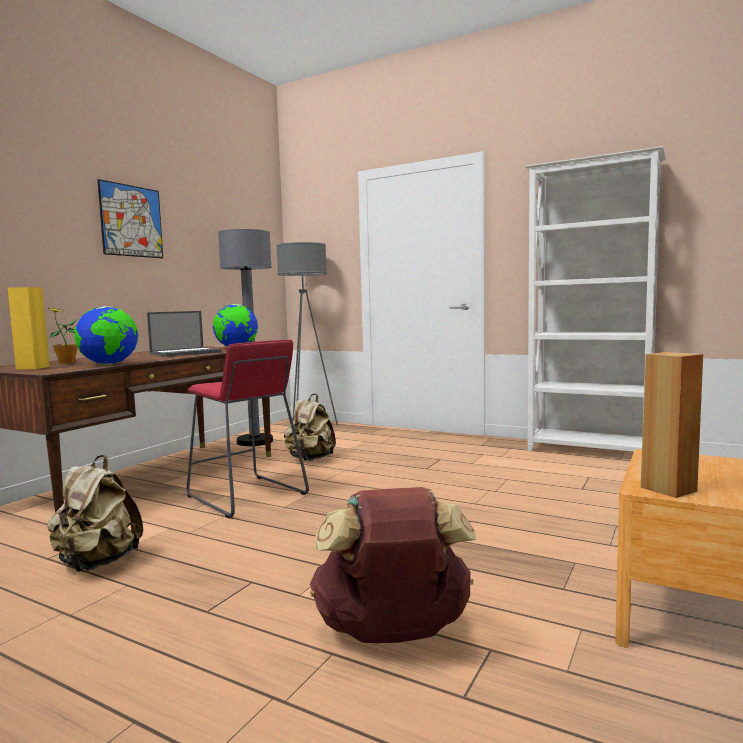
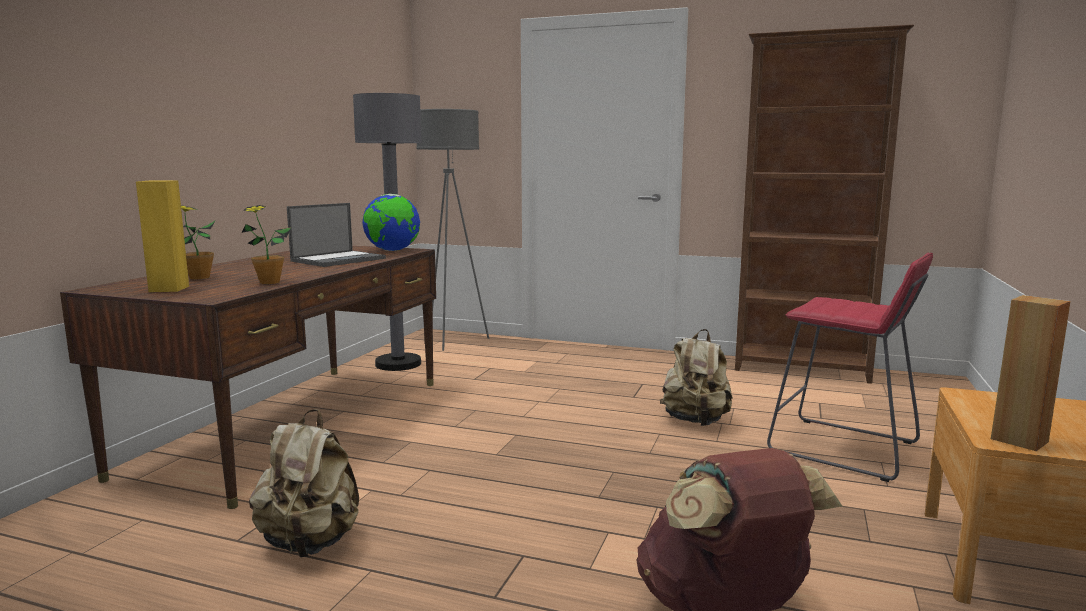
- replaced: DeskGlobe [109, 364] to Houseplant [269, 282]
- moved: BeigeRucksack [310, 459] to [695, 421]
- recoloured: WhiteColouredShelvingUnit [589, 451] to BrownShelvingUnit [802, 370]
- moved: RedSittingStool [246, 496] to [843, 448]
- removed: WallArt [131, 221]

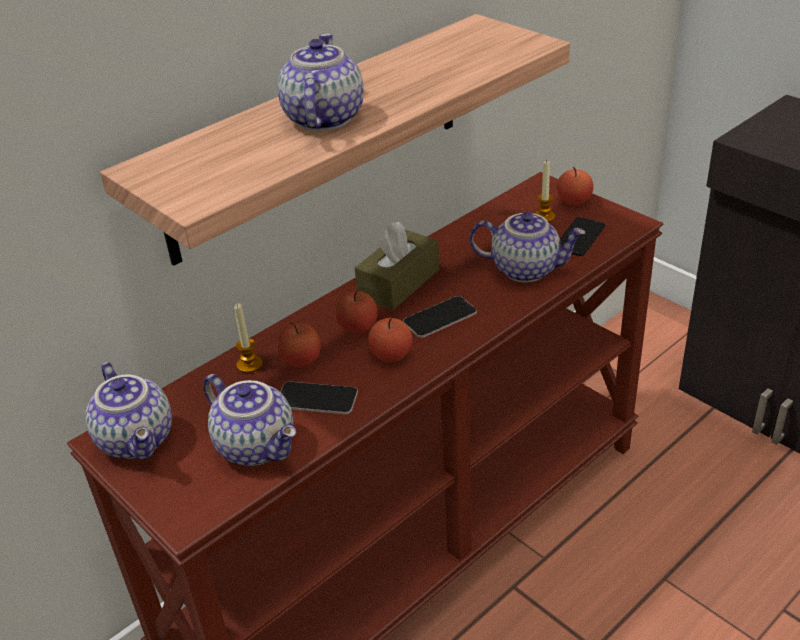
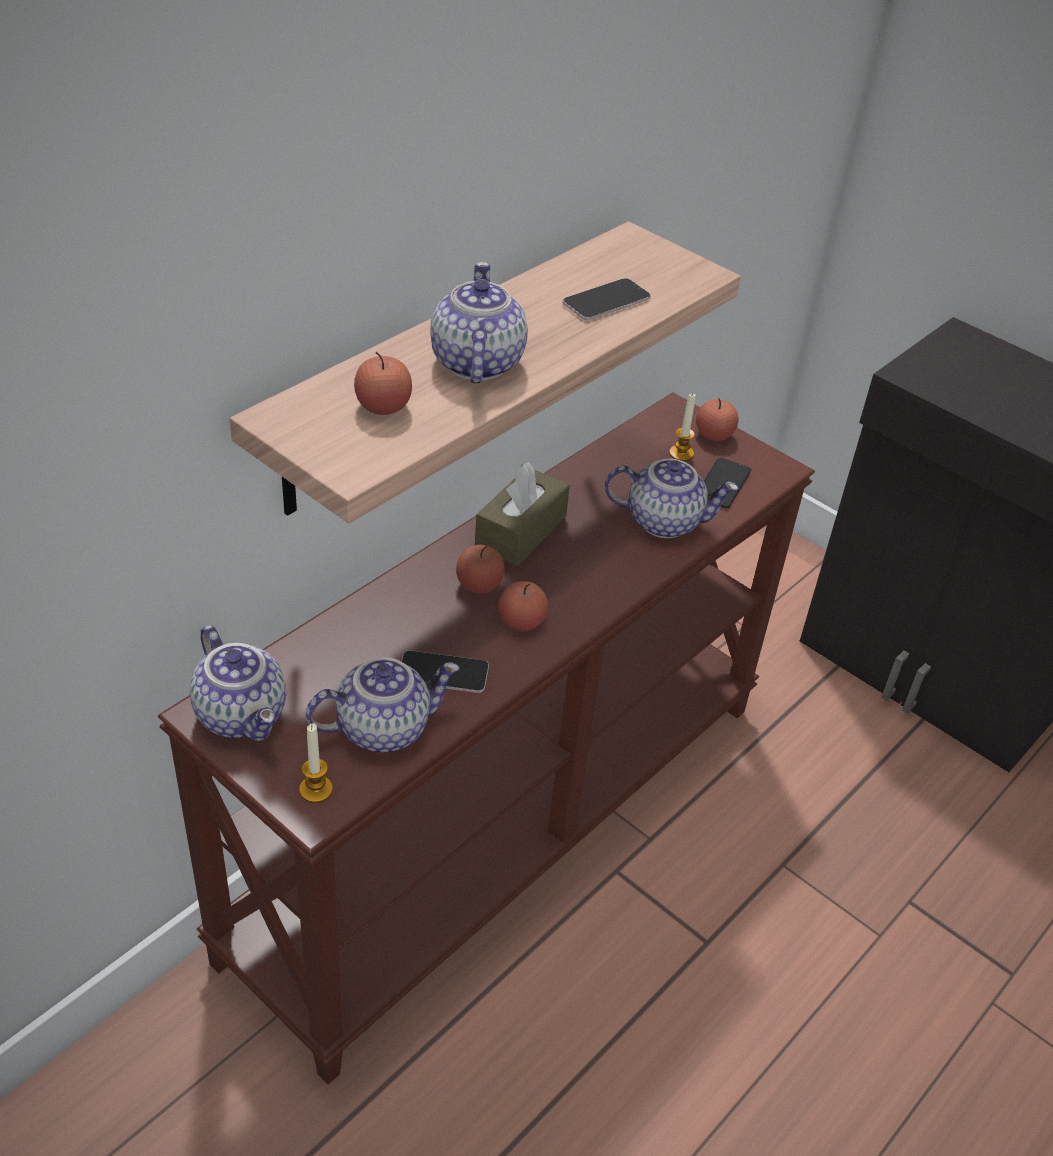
- moved: Candle [249, 364] to [316, 790]
- turned: PotForTea [258, 446] = [383, 727] 60 degrees counterclockwise
- moved: WholeApple [301, 360] to [383, 407]
- moved: Phone [440, 318] to [606, 301]

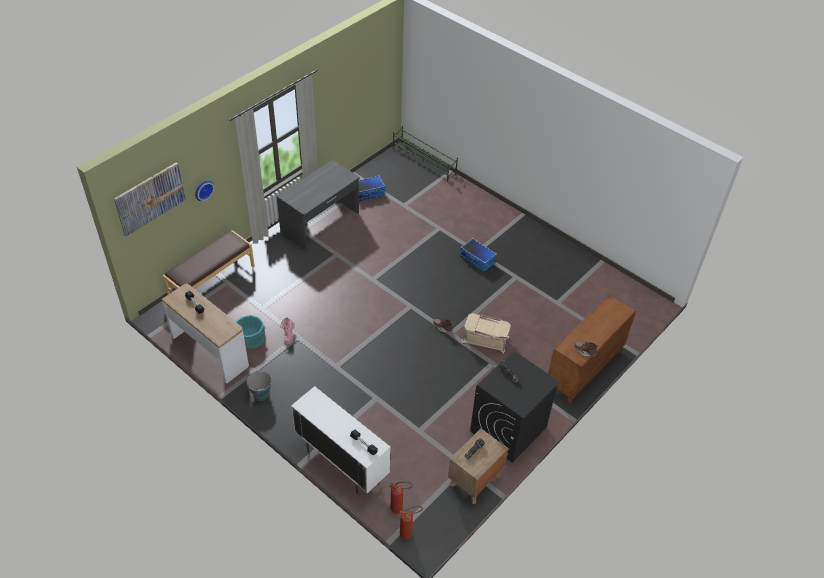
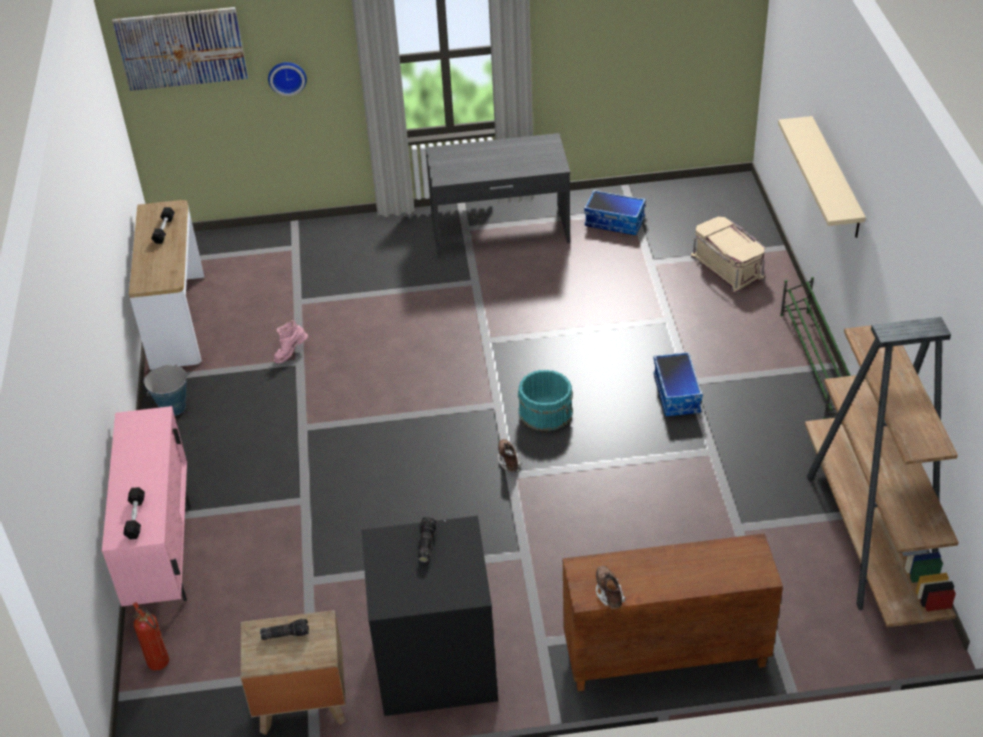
- recoloured: WhiteColouredCabinet [341, 462] to PinkishCabinet [163, 555]
- moved: BlueGreenPail [250, 337] to [546, 411]
- moved: BeigeStorageBin [485, 339] to [728, 266]
- added: BeigeShelf [835, 178]
- moved: GreenColouredShoeShelf [424, 162] to [815, 364]
- added: BrownShelvingUnit [870, 538]
- removed: BrownIndoorBench [211, 281]
- removed: FireFightingCylinder [409, 533]

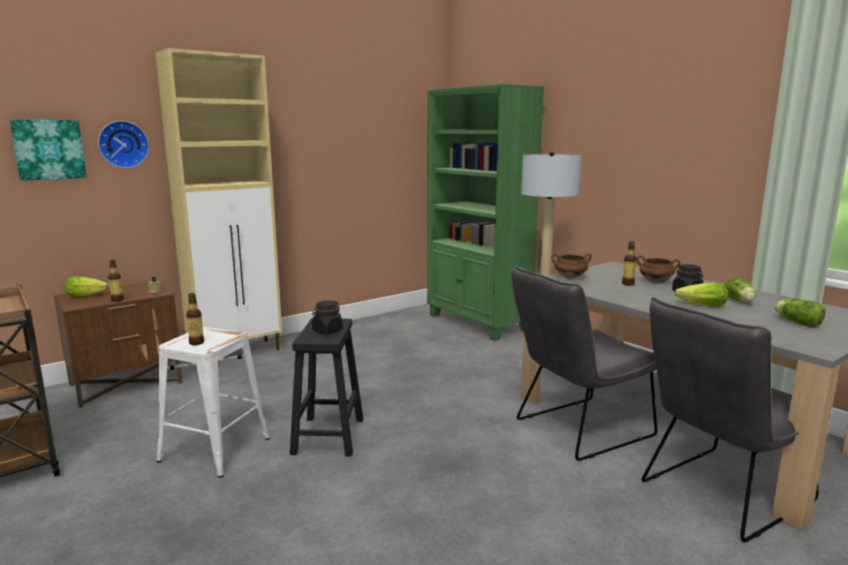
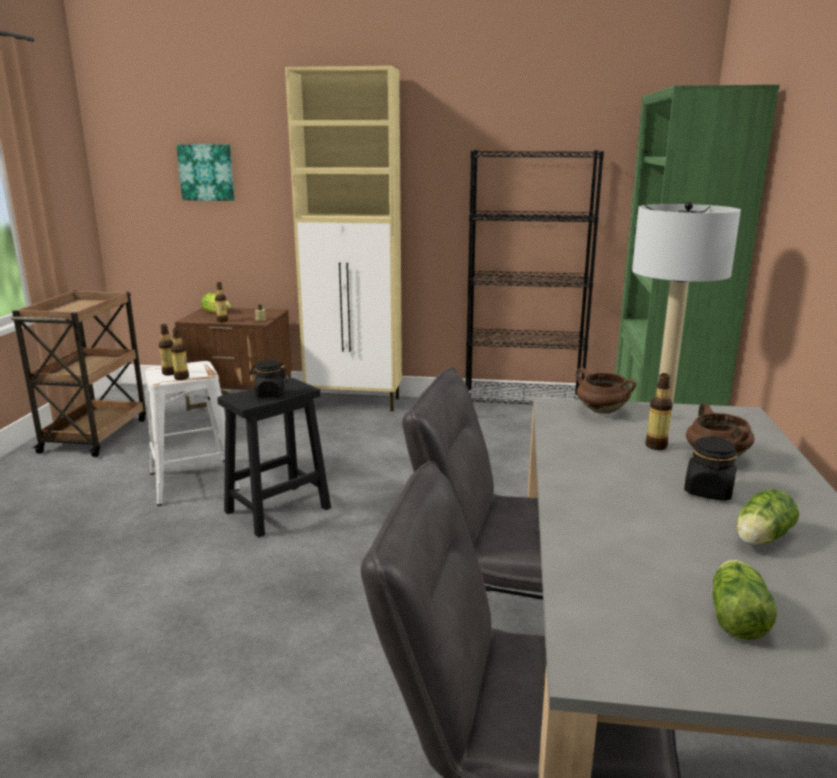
- added: DrinkBottle [181, 378]
- added: BlackColouredShelvingUnit [522, 412]
- removed: HangingClock [123, 144]
- removed: LettuceHead [699, 305]

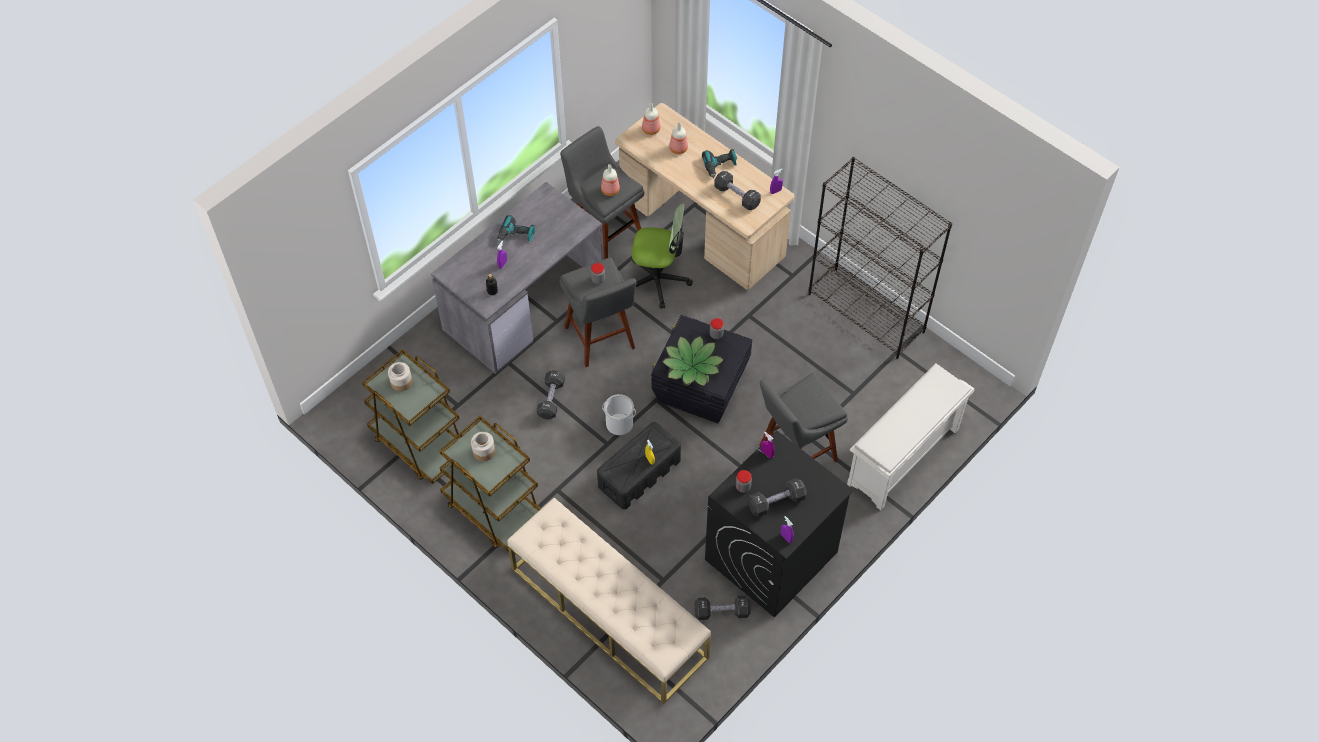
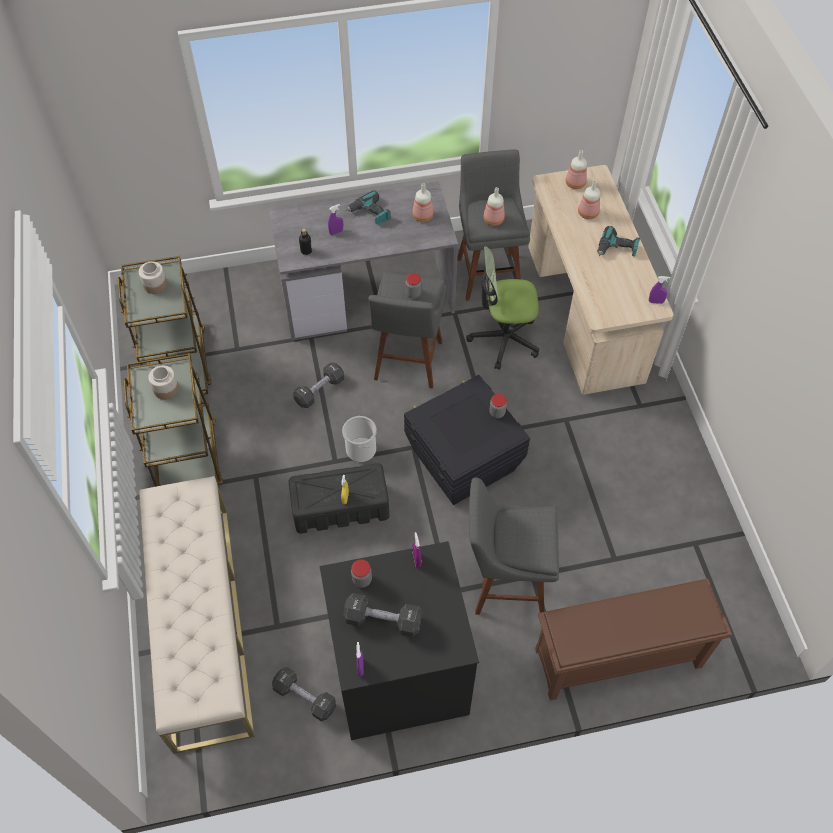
- added: DrinkBottle [422, 216]
- turned: DeskChair [658, 280] = [504, 339] 135 degrees clockwise
- recoloured: WhiteColouredShoeShelf [903, 458] to BrownShoeShelf [616, 659]
- removed: Houseplant [692, 366]
- removed: BlackColouredDumbbell [737, 196]
- removed: BlackColouredShelvingUnit [867, 313]

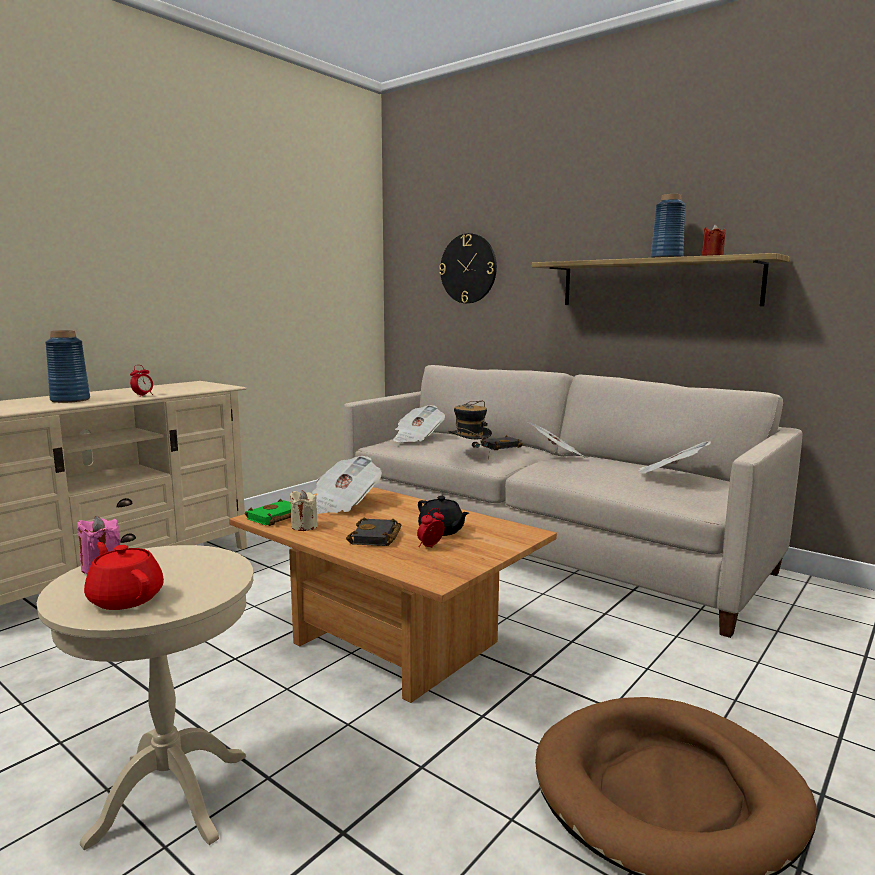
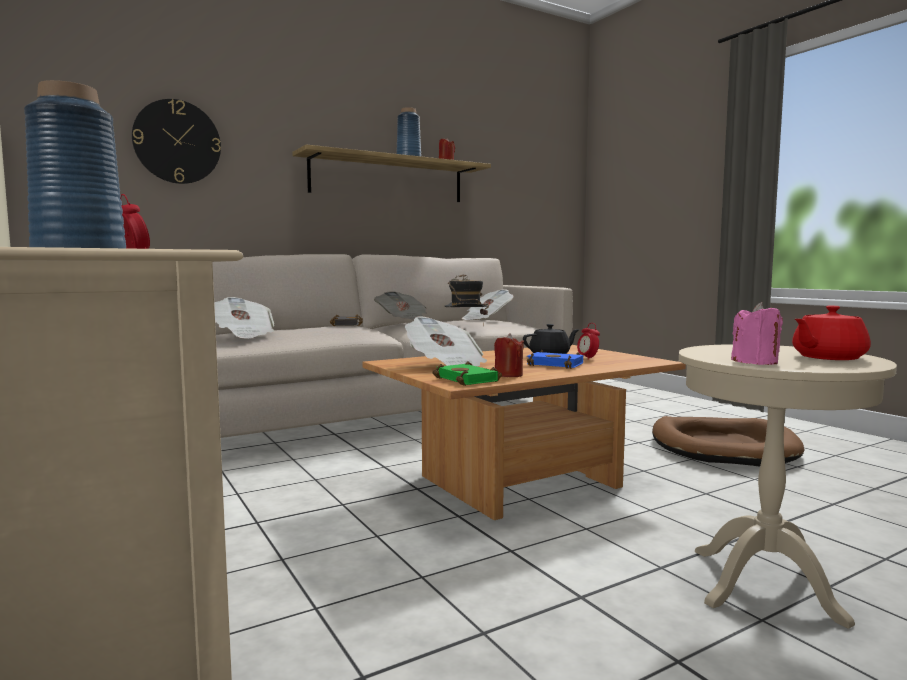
- moved: ClothingHat [469, 456] to [466, 327]
- recoloured: BeigeCandle [304, 526] to RedCandle [508, 375]
- recoloured: BlackColouredBoundBook [376, 537] to BlueBoundBook [557, 364]

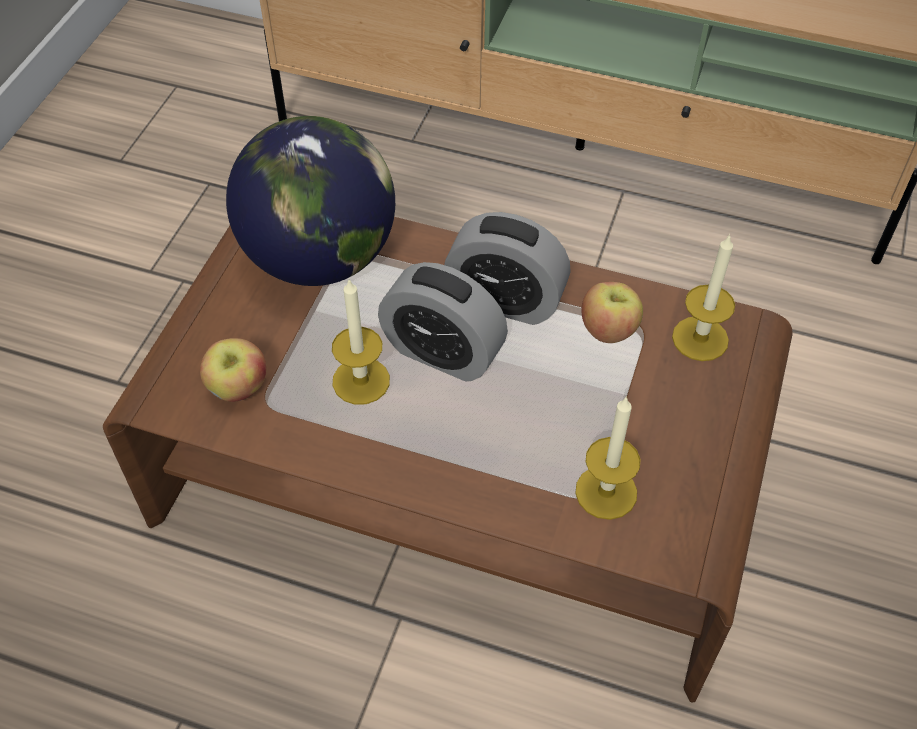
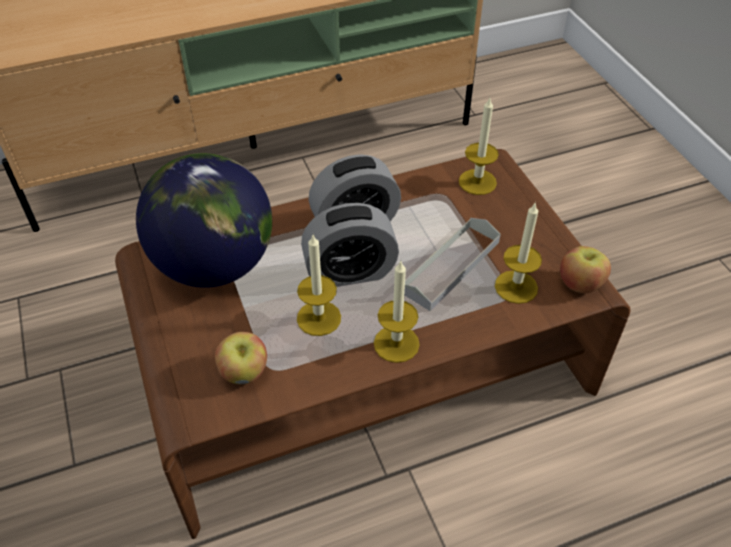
- added: Candle [396, 343]
- added: GreyCarryingTray [450, 266]
- moved: WholeApple [609, 330] to [580, 283]

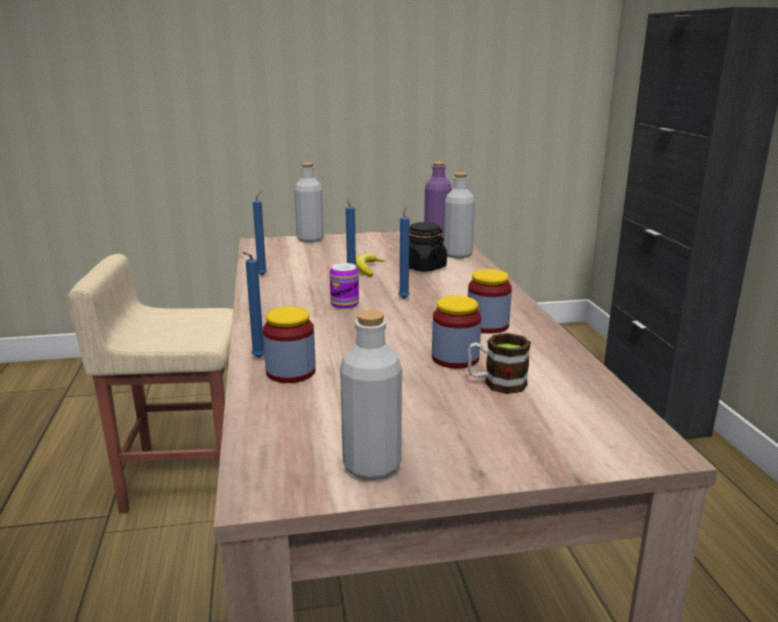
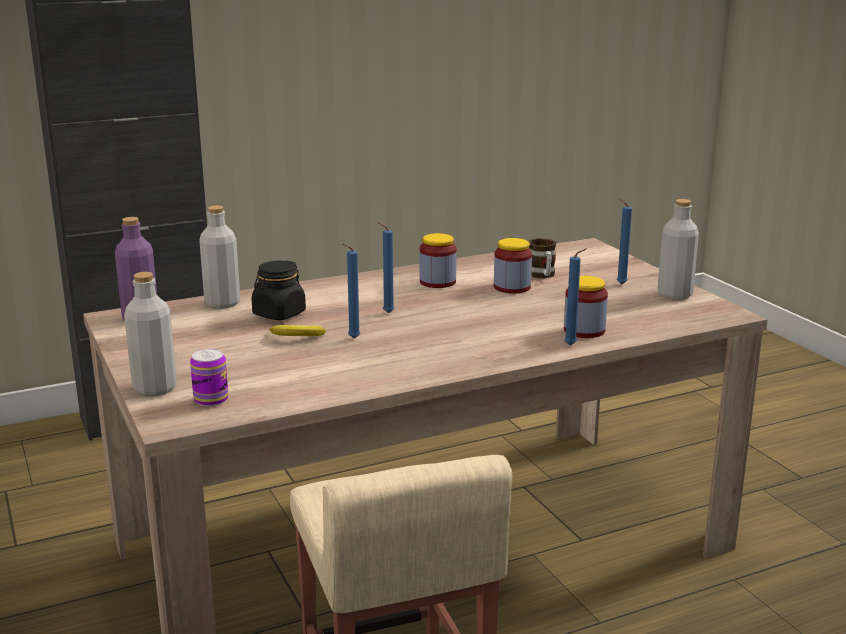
- moved: MetalCan [344, 305] to [211, 400]
- moved: BlueCandle [263, 275] to [619, 284]

